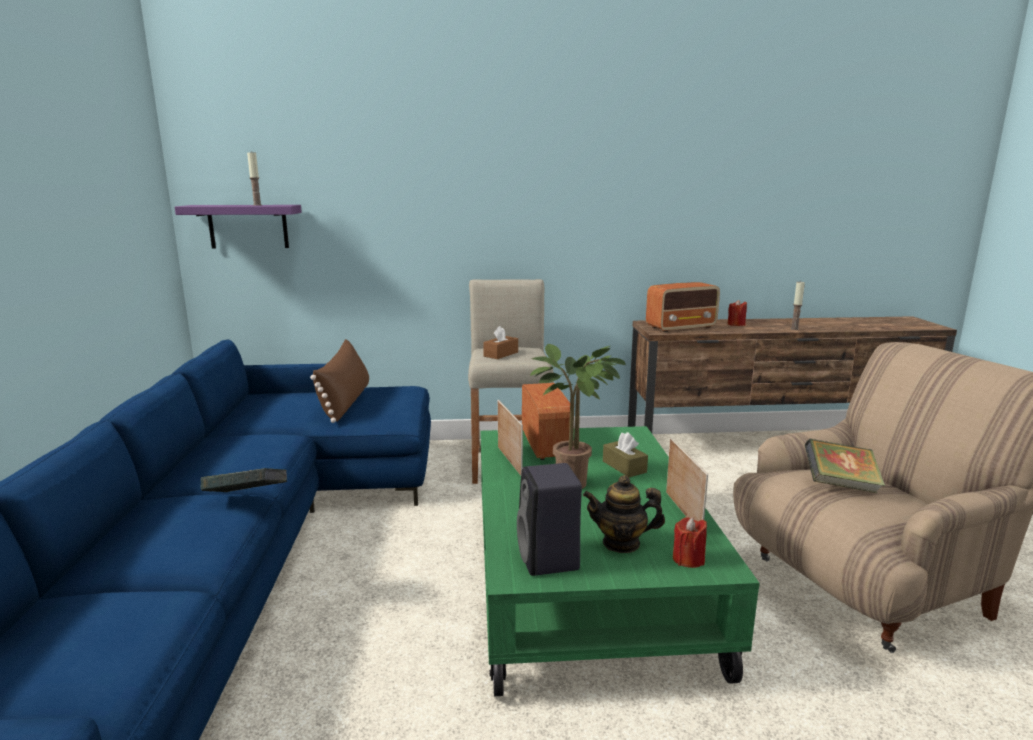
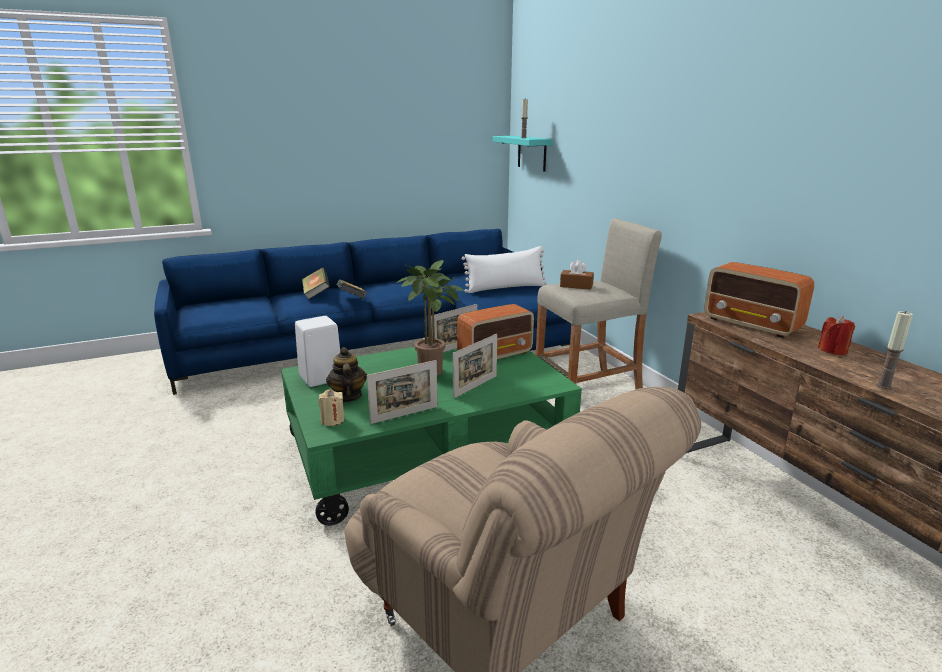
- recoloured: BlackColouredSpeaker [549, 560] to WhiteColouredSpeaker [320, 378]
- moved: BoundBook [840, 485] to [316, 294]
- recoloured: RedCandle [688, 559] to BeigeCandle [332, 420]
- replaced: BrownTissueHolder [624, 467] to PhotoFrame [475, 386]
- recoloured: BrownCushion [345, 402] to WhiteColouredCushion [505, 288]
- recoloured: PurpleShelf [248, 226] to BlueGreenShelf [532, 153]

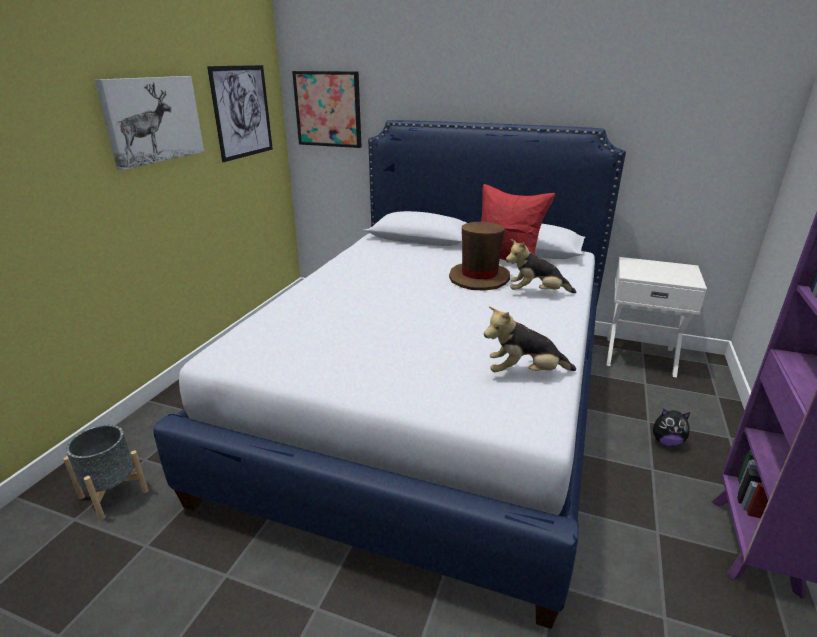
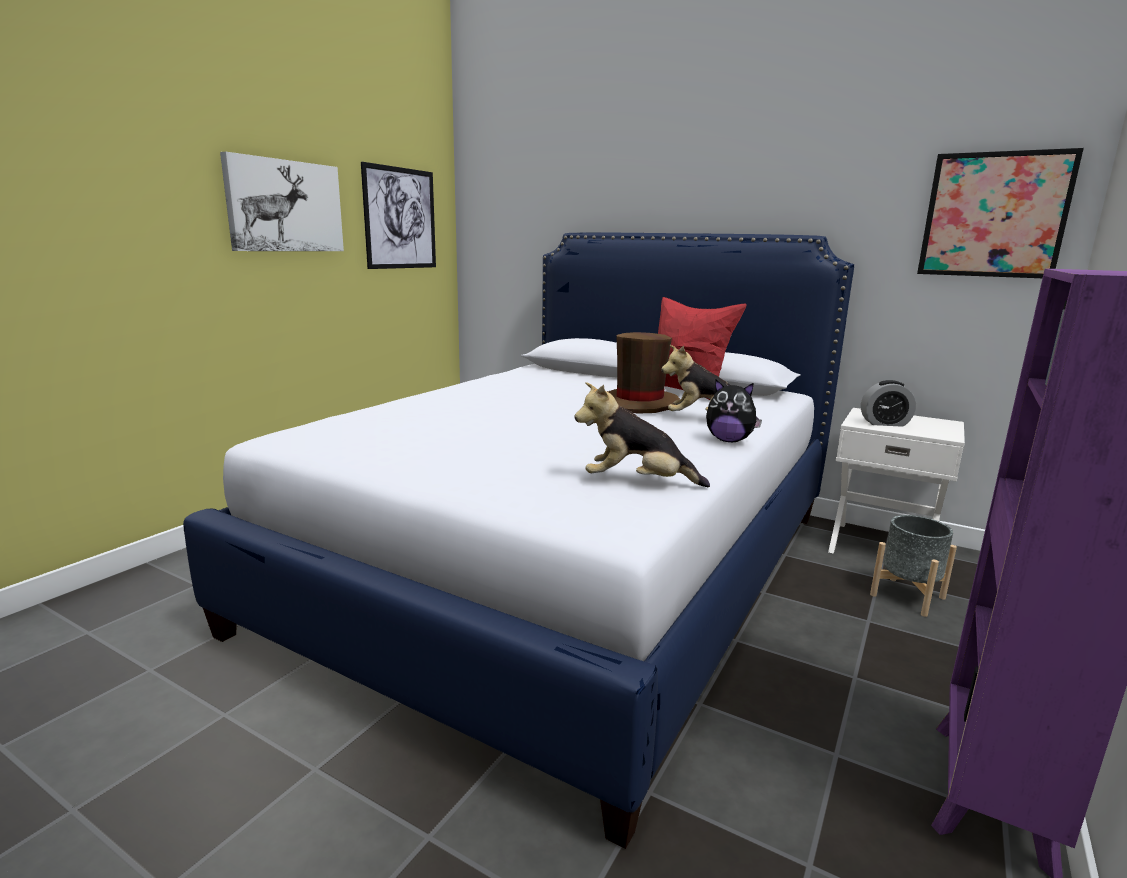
- moved: CuddlyToy [666, 442] to [729, 440]
- added: BedsideClock [884, 423]
- moved: GreyFlowerPot [113, 494] to [907, 596]
- moved: WallArt [328, 109] to [994, 215]

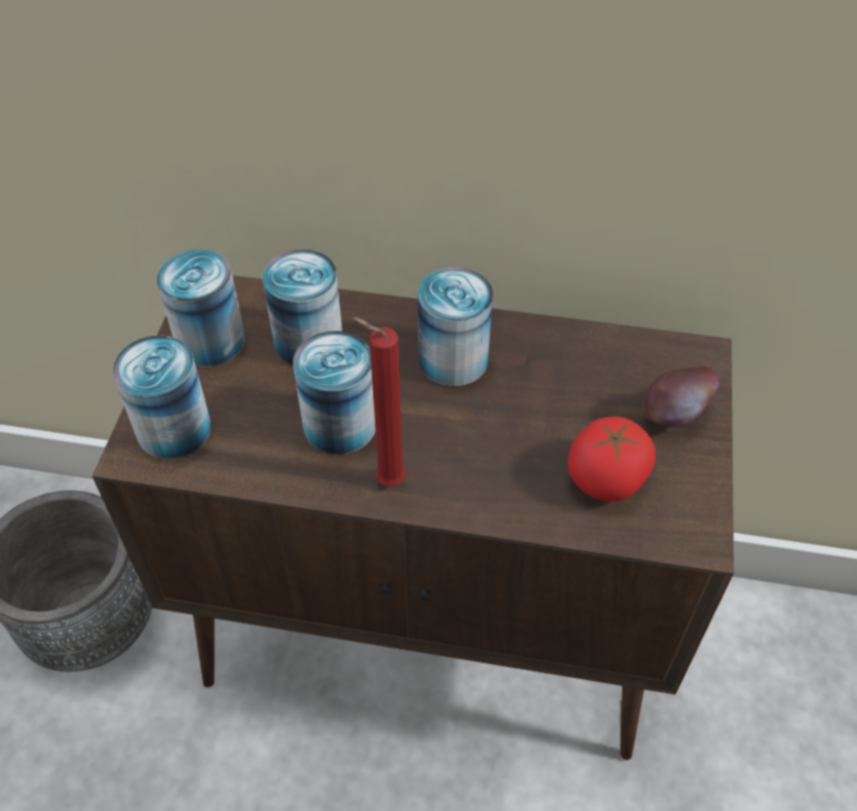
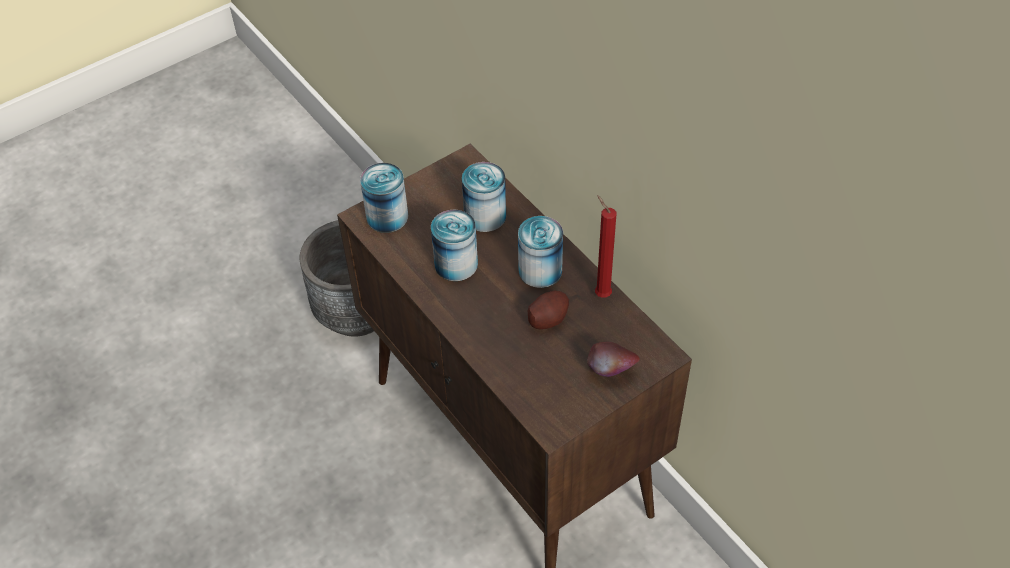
- added: Potato [548, 318]
- moved: RedCandle [385, 481] to [600, 293]
- removed: MetalCan [210, 340]
- removed: WholeTomato [606, 478]

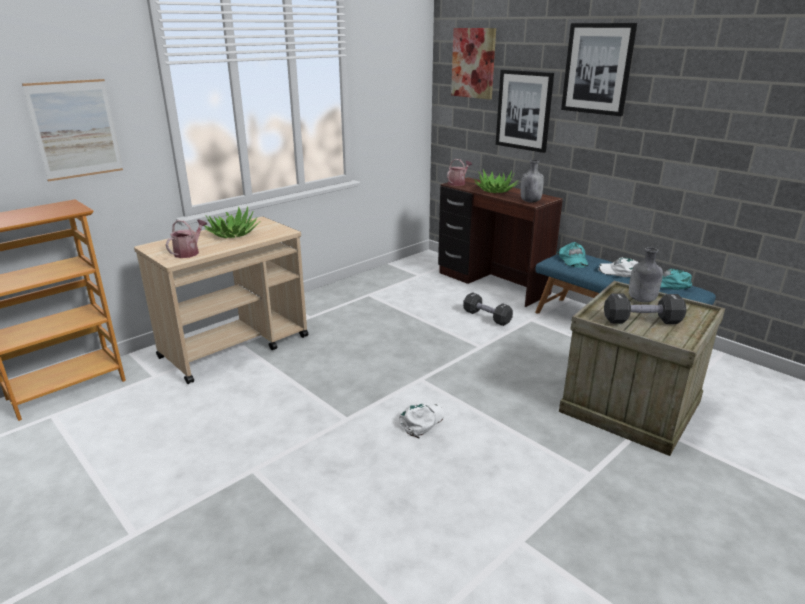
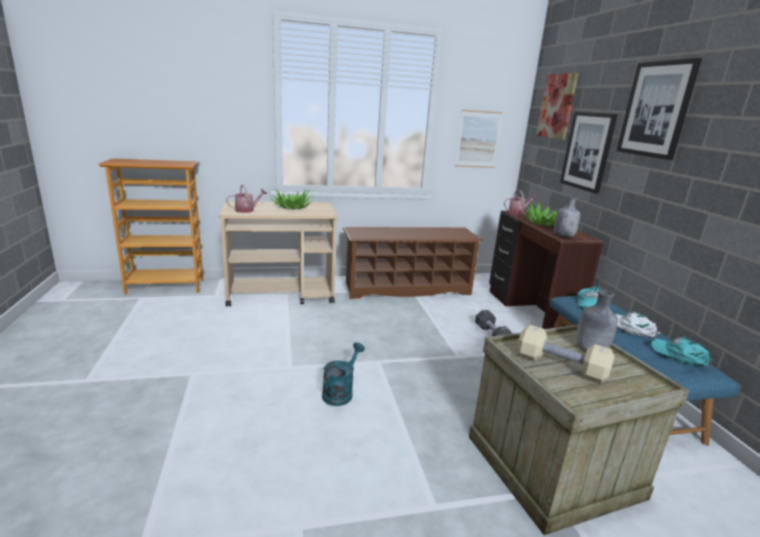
- replaced: WhiteColouredPeakedCap [422, 421] to BlueGreenWateringCan [340, 392]
- added: BrownShoeShelf [407, 288]
- moved: WallArt [75, 129] to [478, 139]
- recoloured: BlackColouredDumbbell [641, 321] to BeigeDumbbell [560, 366]

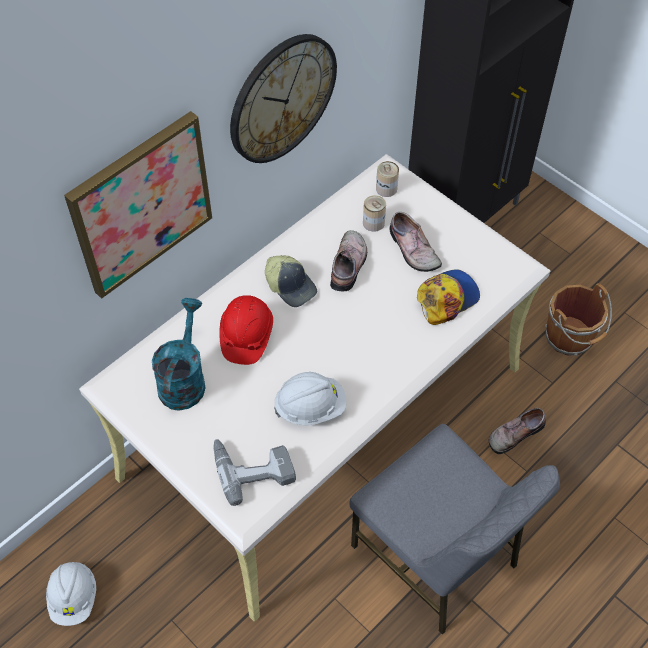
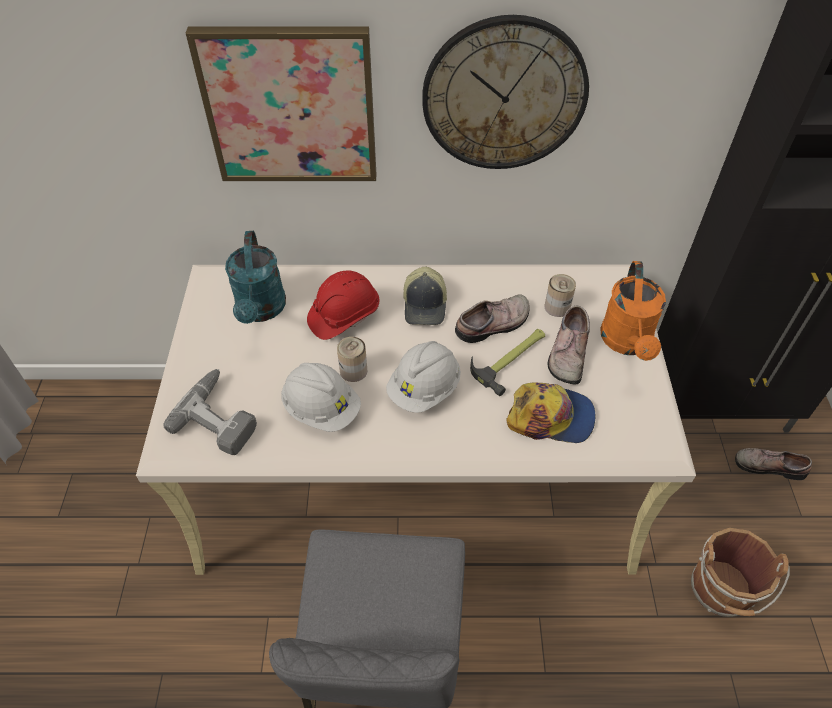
- turned: BlueGreenWateringCan [183, 379] = [261, 310] 120 degrees clockwise
- moved: MetalCan [386, 188] to [353, 371]
- moved: WhiteColouredSafetyHelmet [74, 598] to [424, 389]
- added: ToolHammer [511, 358]
- added: OrangeColouredWateringCan [627, 343]
- moved: Shoe [514, 433] to [768, 465]

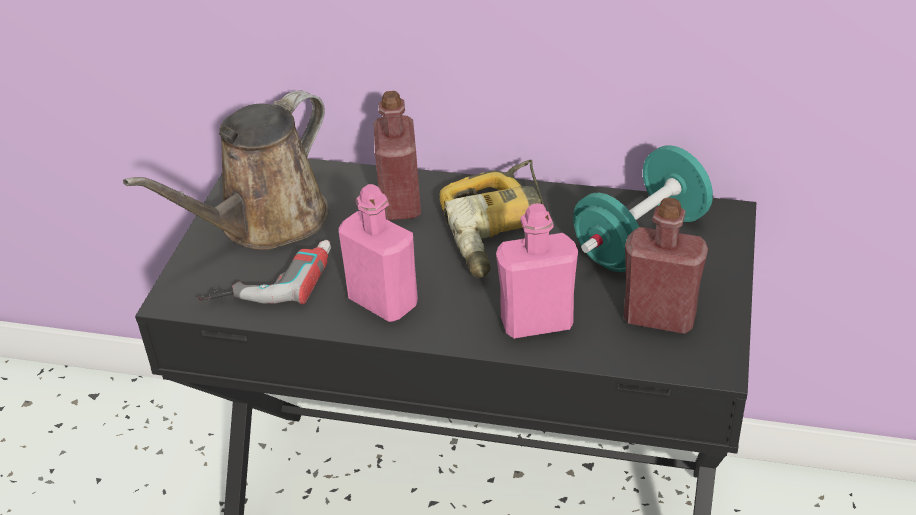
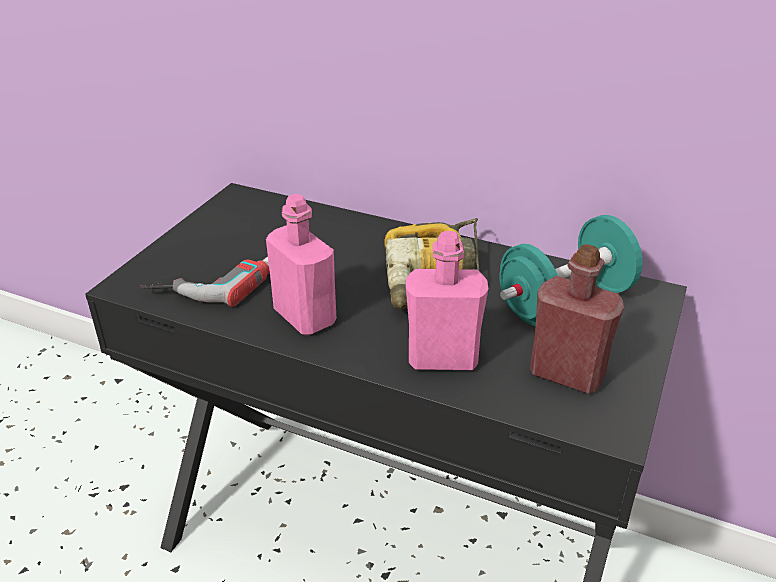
- removed: BrownWateringCan [265, 223]
- removed: RedDrinkBottle [400, 203]

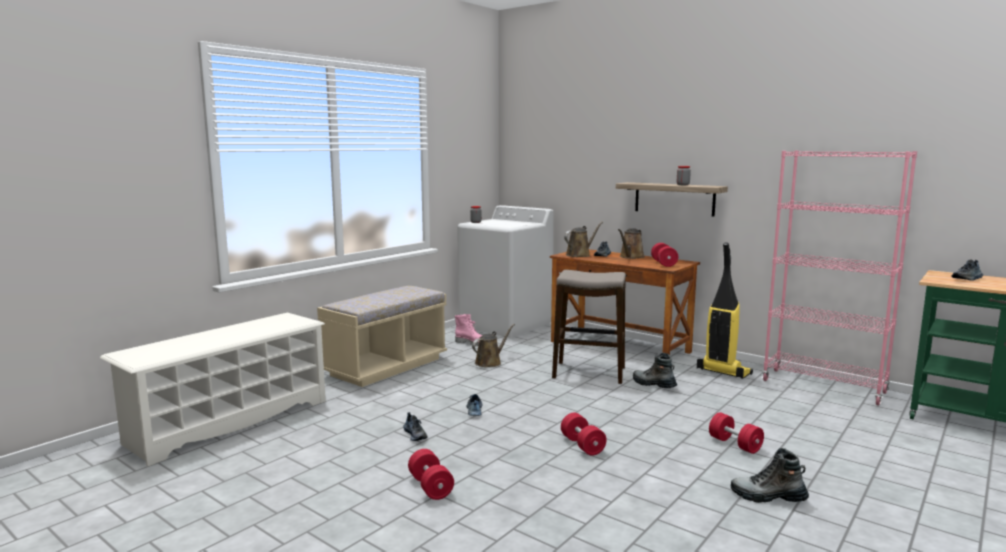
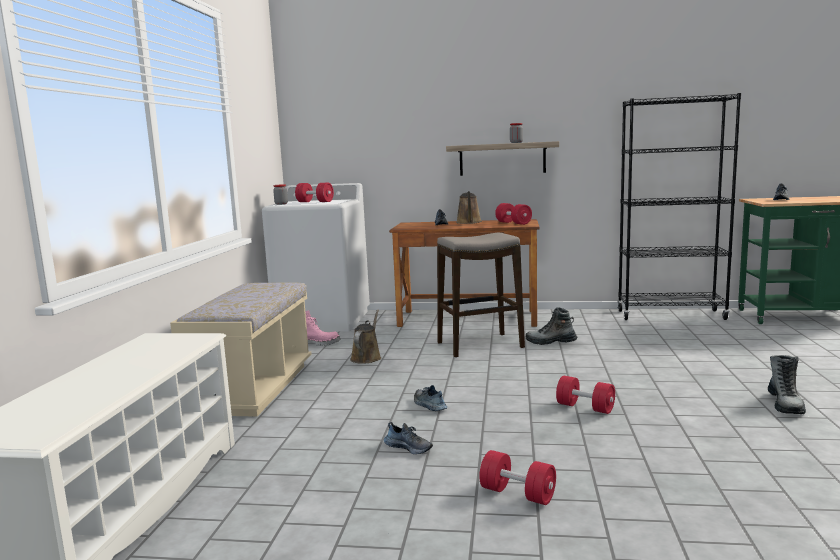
- moved: RedDumbbell [735, 444] to [315, 202]
- recoloured: PinkishShelvingUnit [823, 387] to BlackColouredShelvingUnit [671, 315]
- turned: Boot [768, 497] = [785, 404] 60 degrees counterclockwise
- removed: BrownWateringCan [580, 255]
- removed: VacuumCleaner [722, 372]

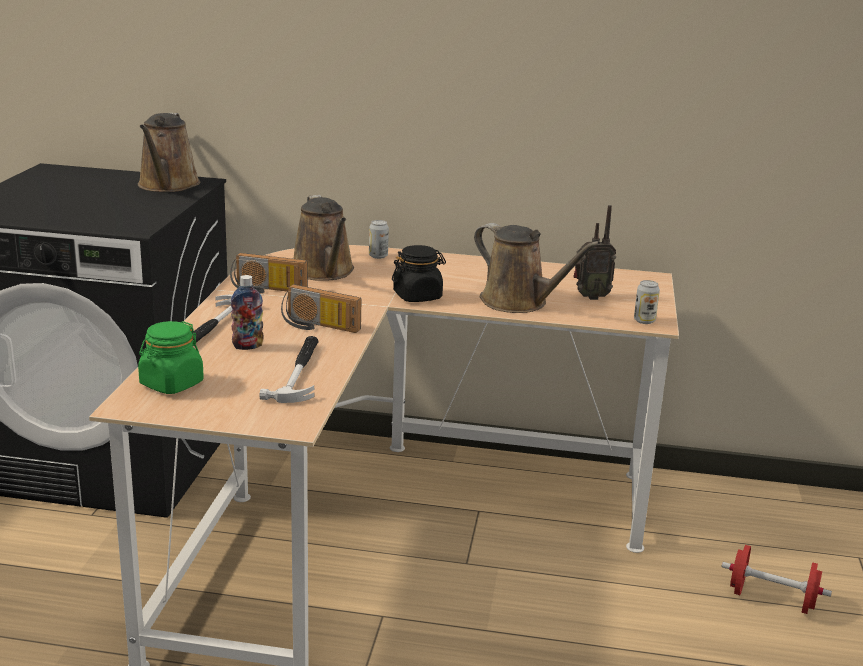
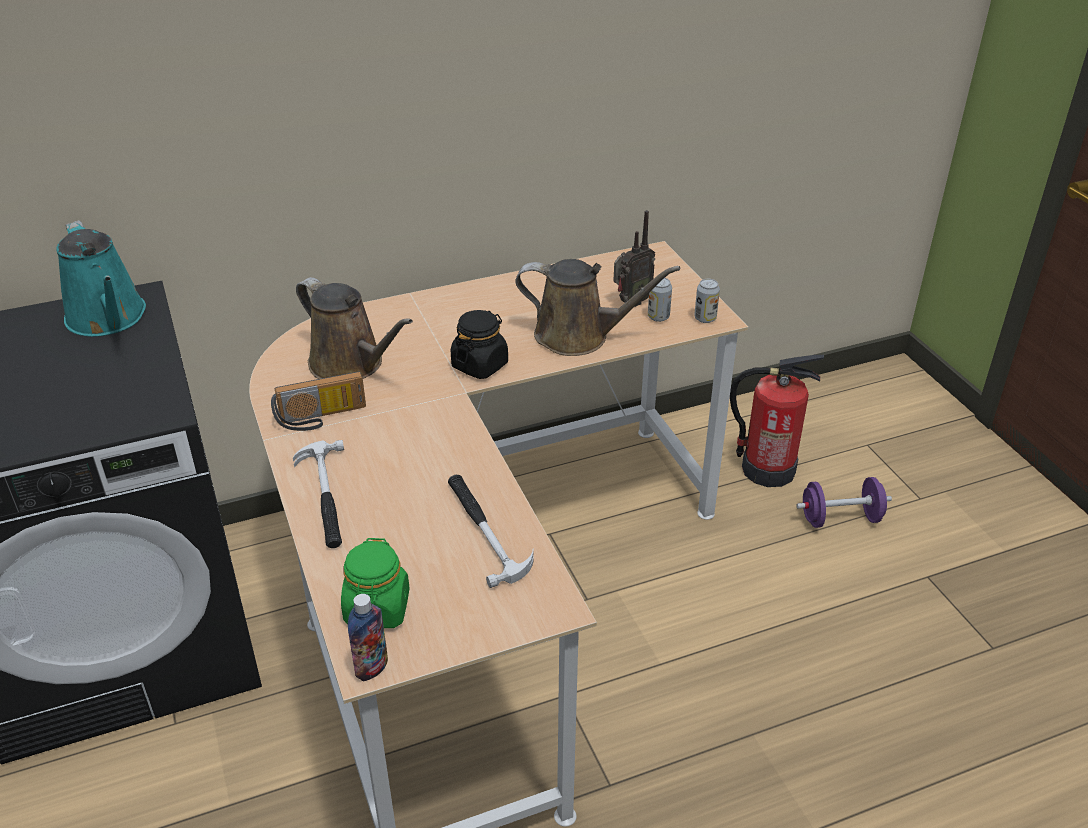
- recoloured: BrownWateringCan [167, 186] to BlueGreenWateringCan [108, 319]
- moved: DrinkBottle [248, 346] to [372, 667]
- moved: MetalCan [378, 256] to [658, 317]
- added: FireFightingCylinder [767, 469]
- recoloured: RedDumbbell [771, 599] to PurpleDumbbell [840, 518]
- removed: Radio [318, 326]

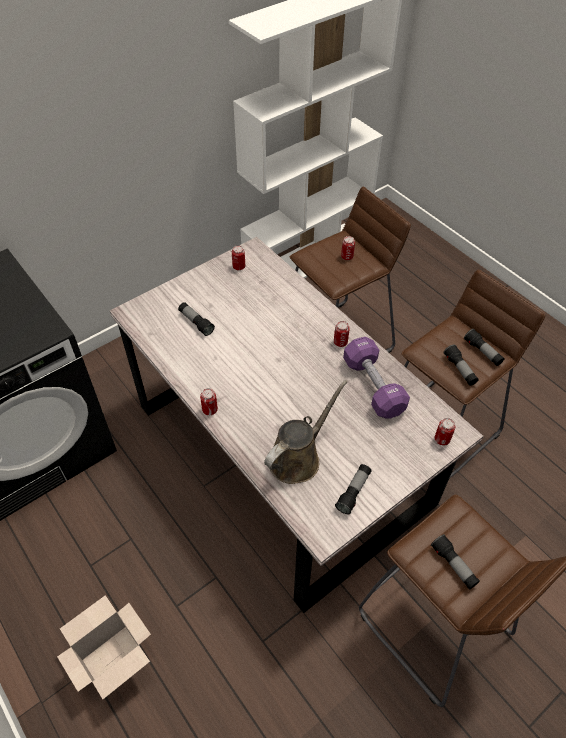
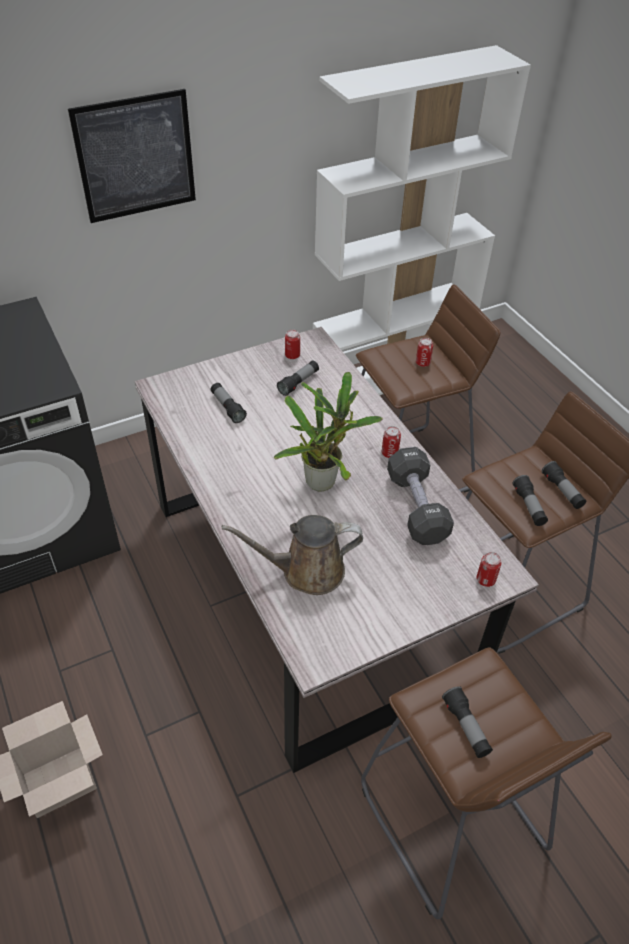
- added: WallArt [136, 157]
- turned: BrownWateringCan [298, 457] = [306, 571] 150 degrees counterclockwise
- added: Houseplant [323, 480]
- moved: Flashlight [353, 492] to [298, 383]
- recoloured: PurpleDumbbell [373, 386] to BlackColouredDumbbell [416, 507]
- removed: MetalCan [210, 410]

